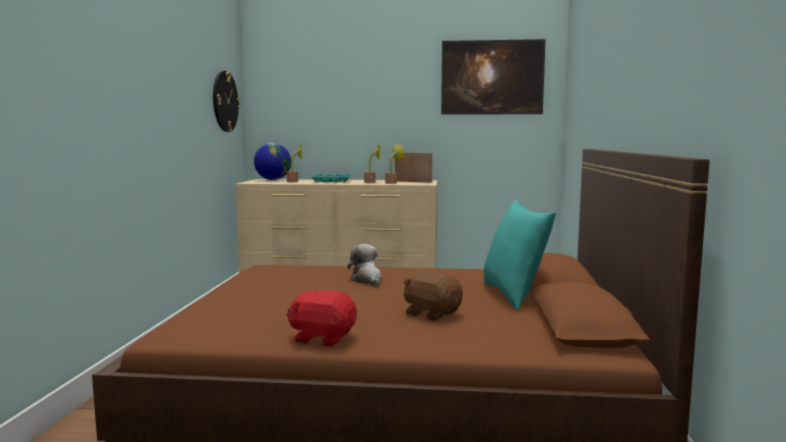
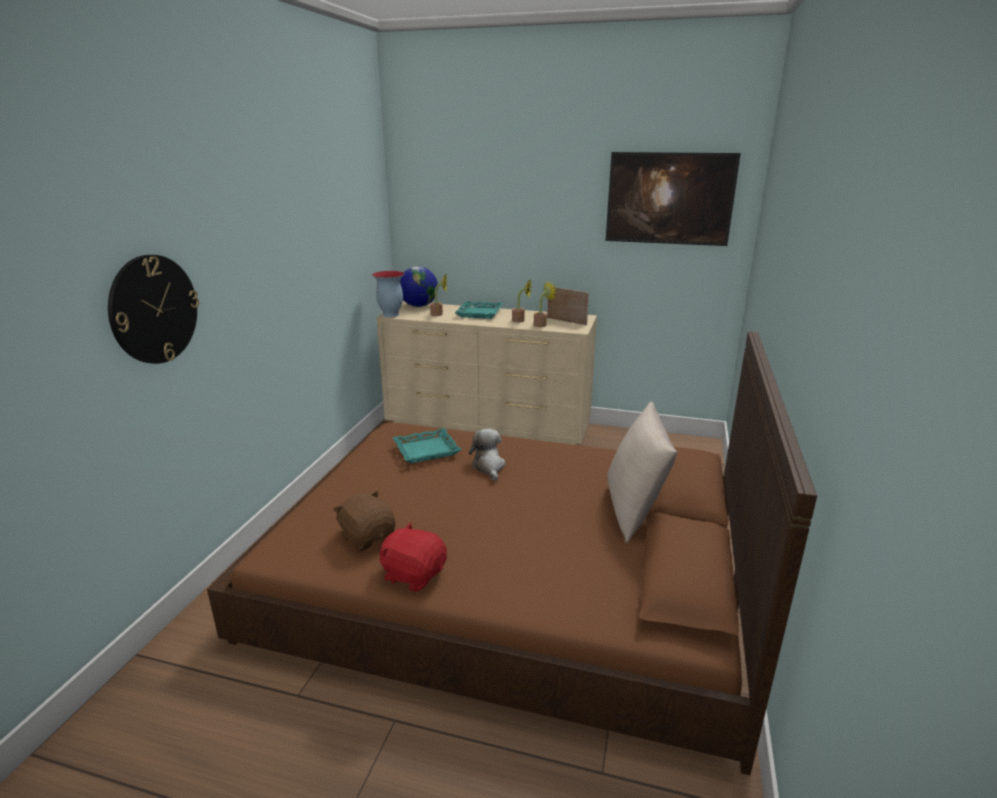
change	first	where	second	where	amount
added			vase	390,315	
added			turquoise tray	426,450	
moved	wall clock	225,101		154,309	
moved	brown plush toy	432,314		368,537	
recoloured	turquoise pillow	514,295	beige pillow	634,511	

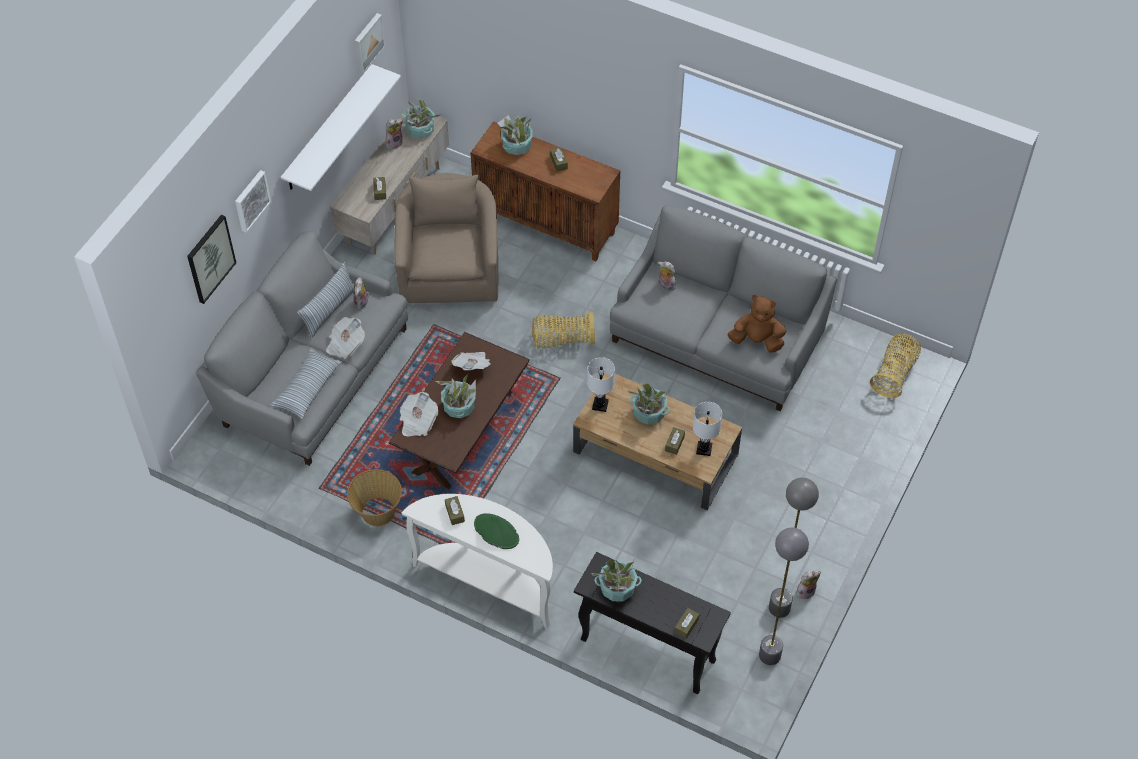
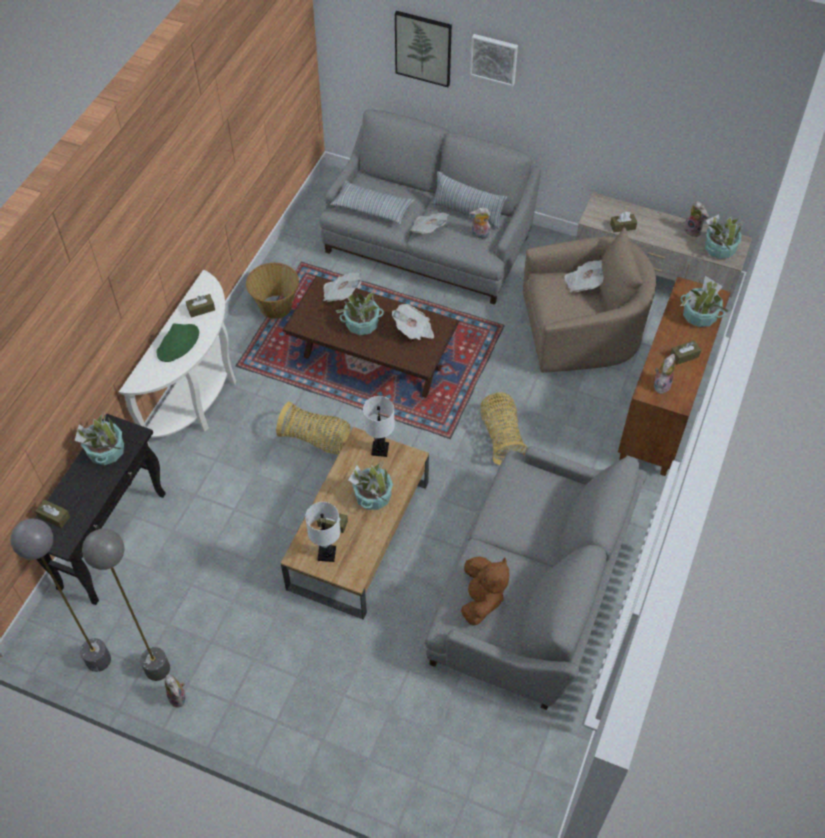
change	first	where	second	where	amount
removed	white shelf	328,129			
removed	picture	367,42			
added			newspaper	584,283	
moved	plush toy	665,286		661,384	
moved	basket	894,373		316,439	

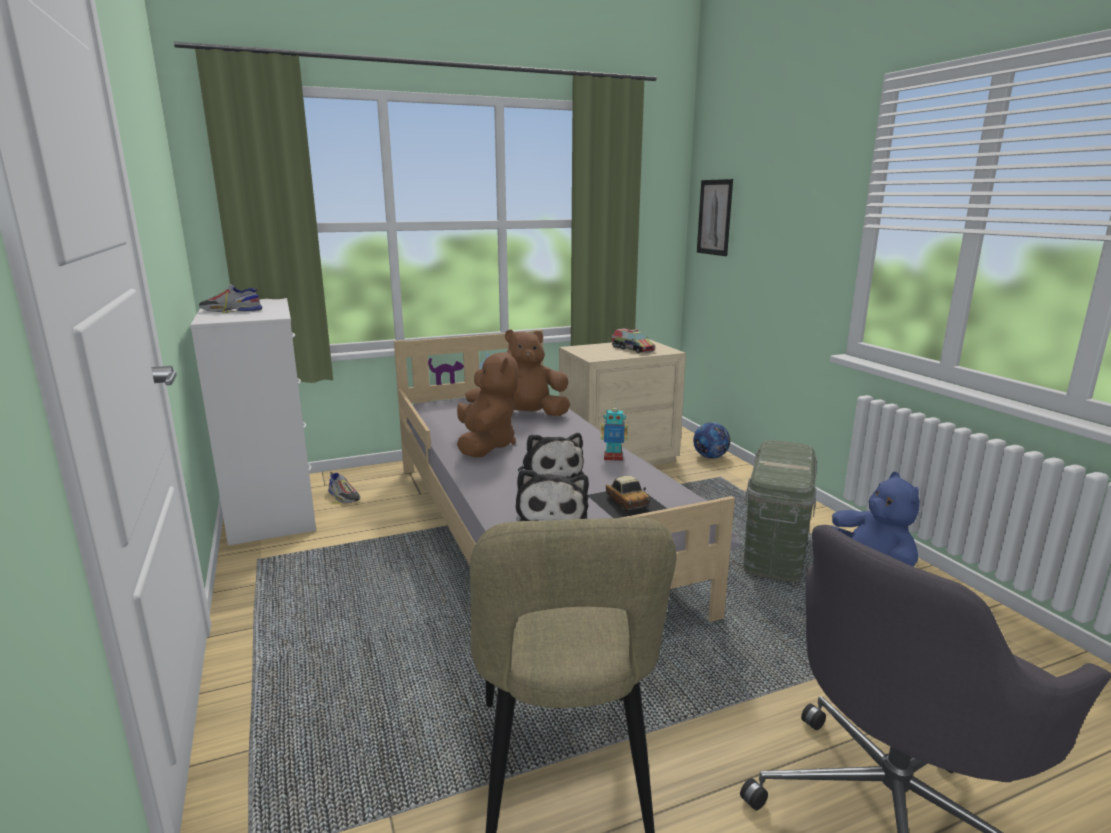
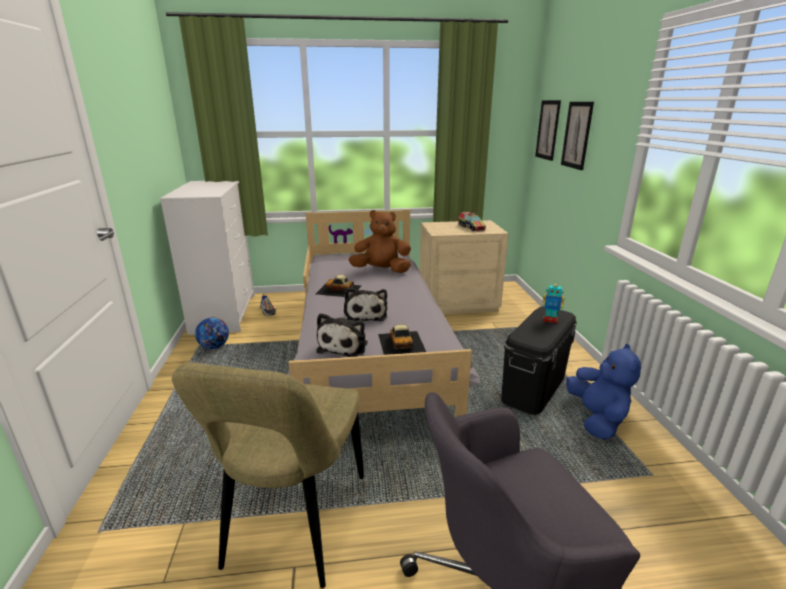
change	first	where	second	where	amount
removed	shoe	231,310			
added			picture	577,135	
moved	toy robot	613,457		550,320	
moved	football	710,457		214,346	
replaced	brown plush toy	486,445	toy car	339,289	
recoloured	green storage box	775,550	black storage box	534,388	

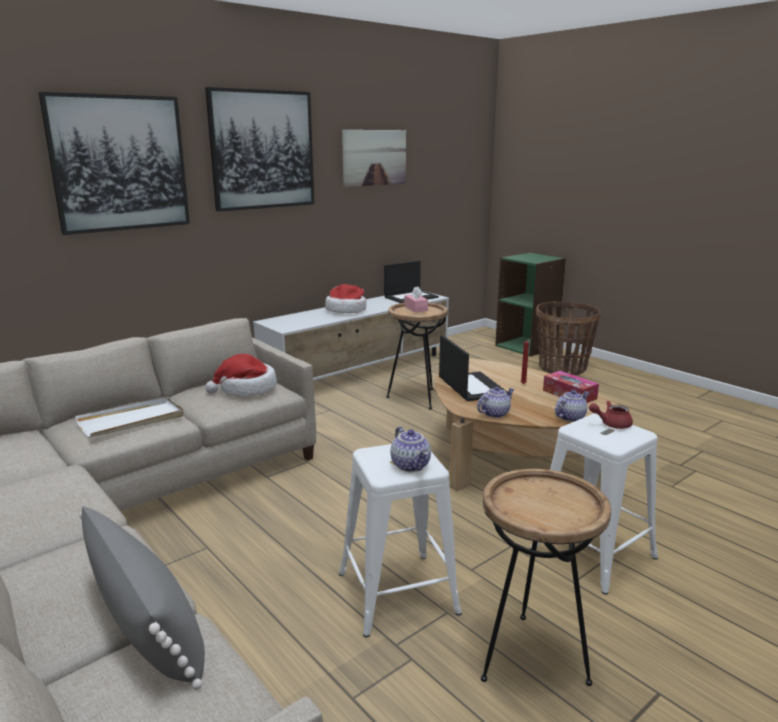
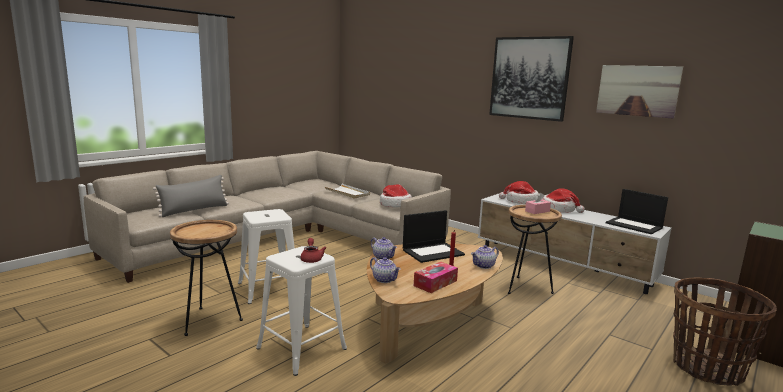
change	first	where	second	where	amount
removed	picture	119,163			
added			hat	520,201	
moved	teapot	411,466		484,266	

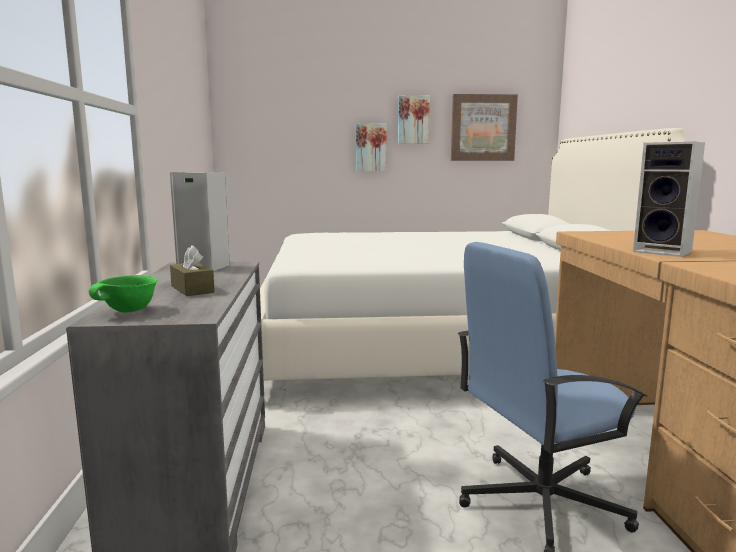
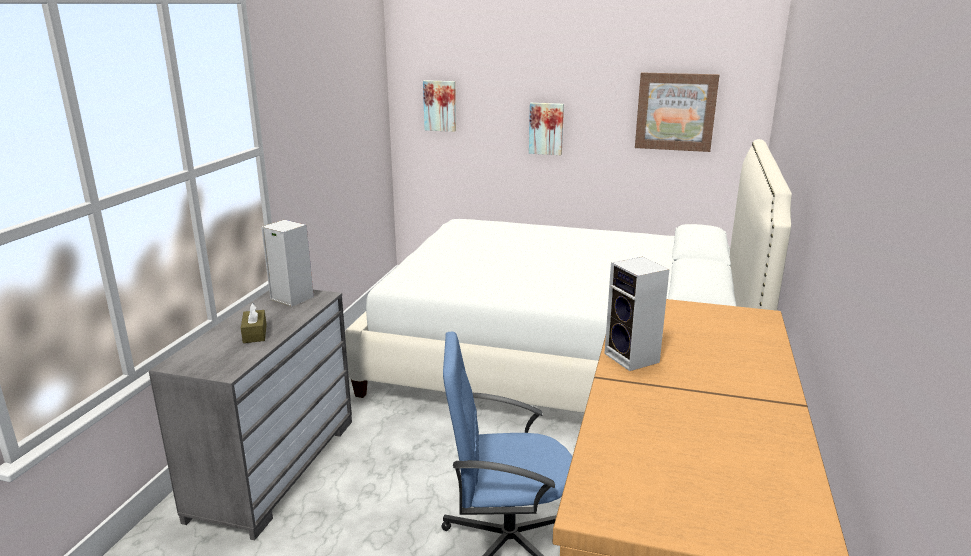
change	first	where	second	where	amount
removed	green bowl	128,311			
moved	picture	413,120		440,105	

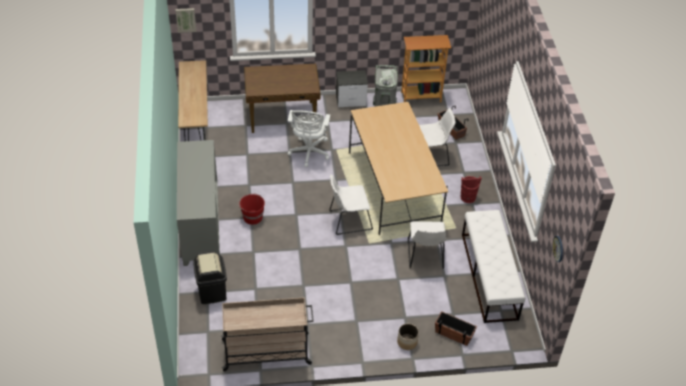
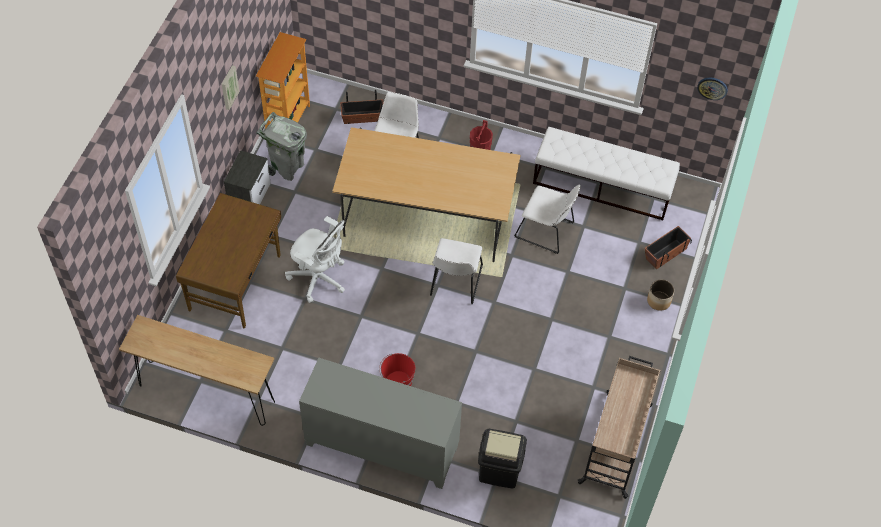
change	first	where	second	where	amount
moved	picture	186,19		228,87	

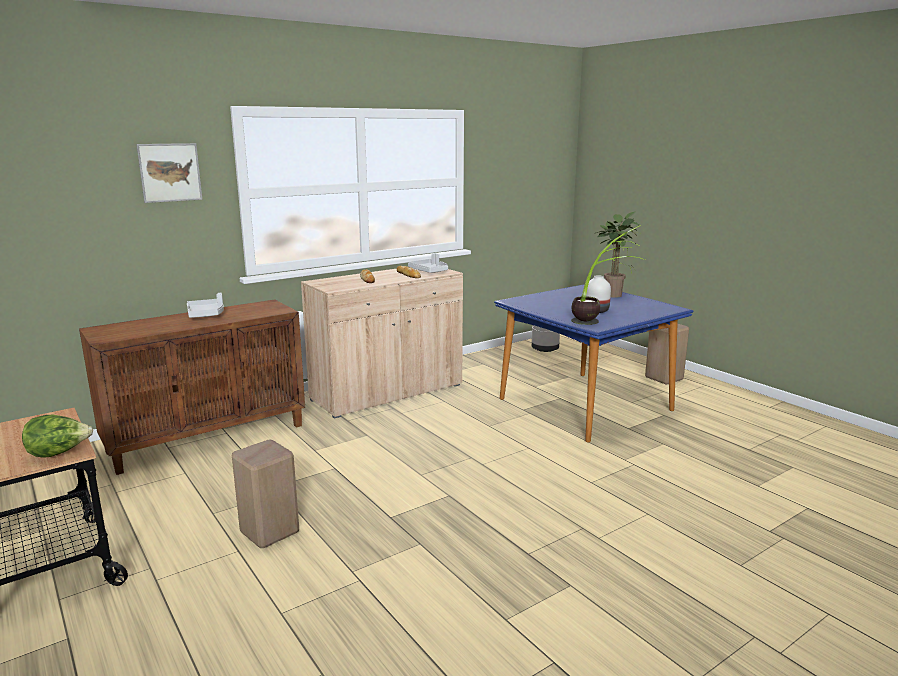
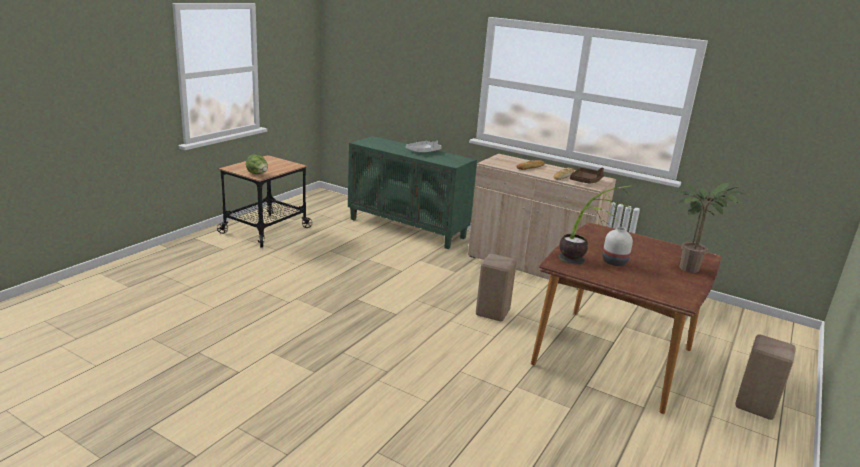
change	first	where	second	where	amount
removed	picture	170,172			
removed	grey planter	545,349			
moved	beige stool	267,532		492,312	
recoloured	brown cabinet	208,438	green cabinet	408,228	
recoloured	grey tray	429,271	brown tray	586,181	
recoloured	blue dining table	584,404	brown dining table	613,356	

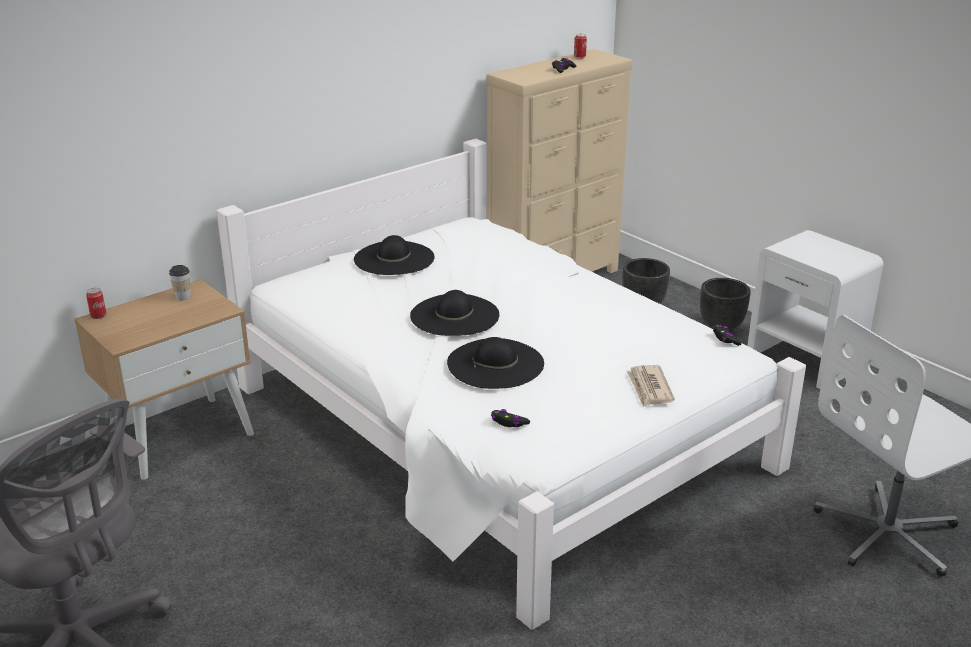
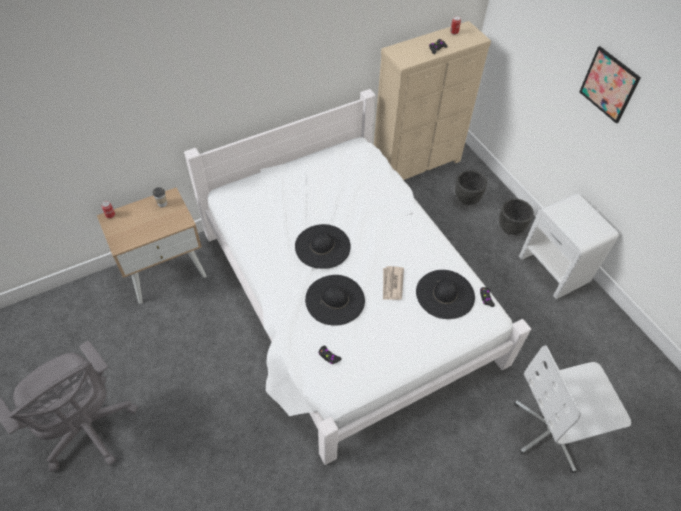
change	first	where	second	where	amount
added			picture	609,84	
moved	black hat	394,258		445,294	
moved	newspaper	649,388		392,284	

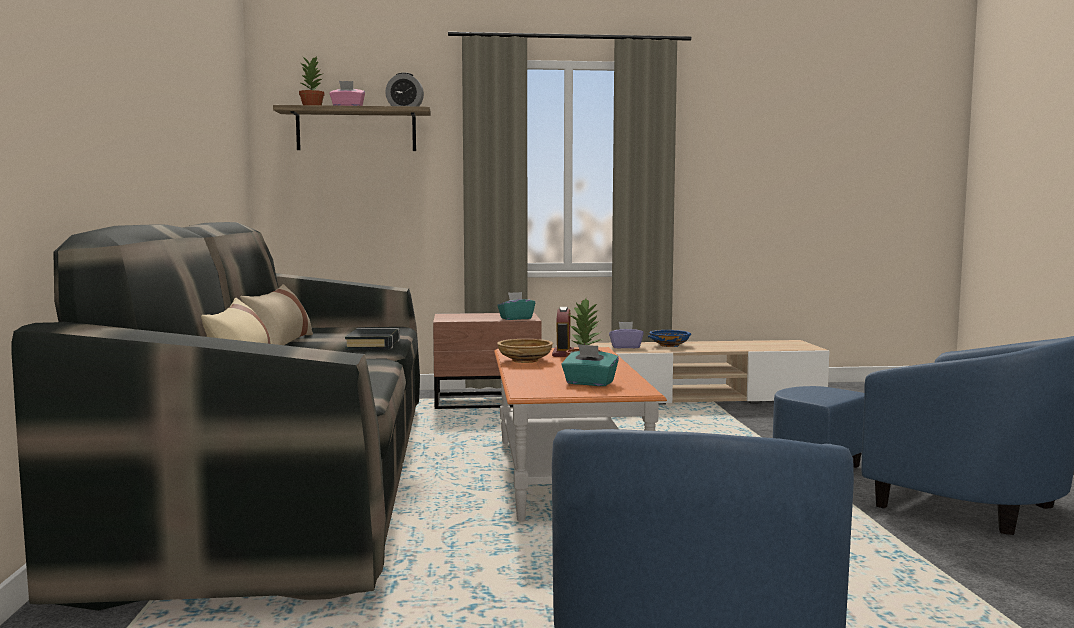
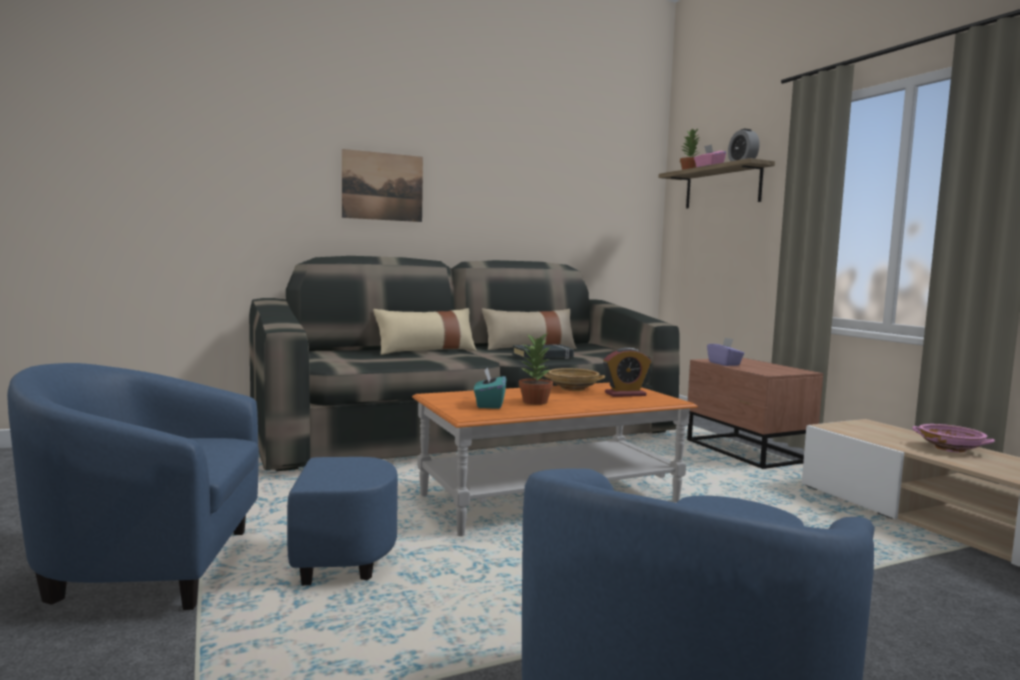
change	first	where	second	where	amount
removed	turquoise tissue box	516,318			
added			picture	382,186	
moved	purple tissue box	625,347		724,364	
recoloured	blue bowl	669,345	pink bowl	951,448	

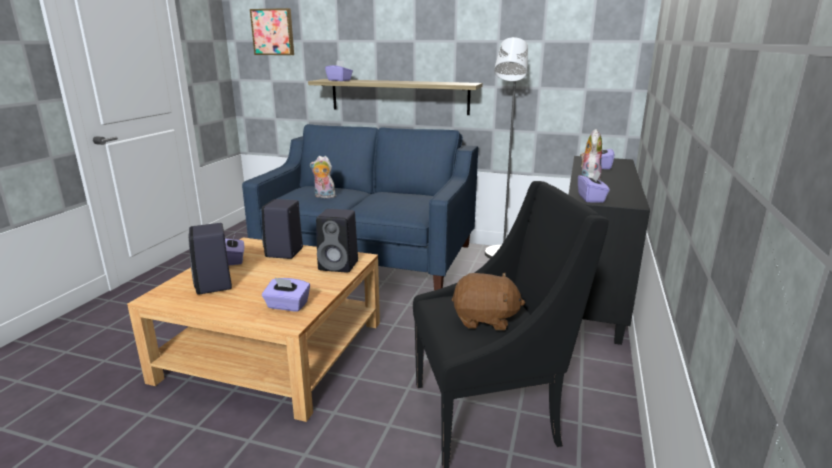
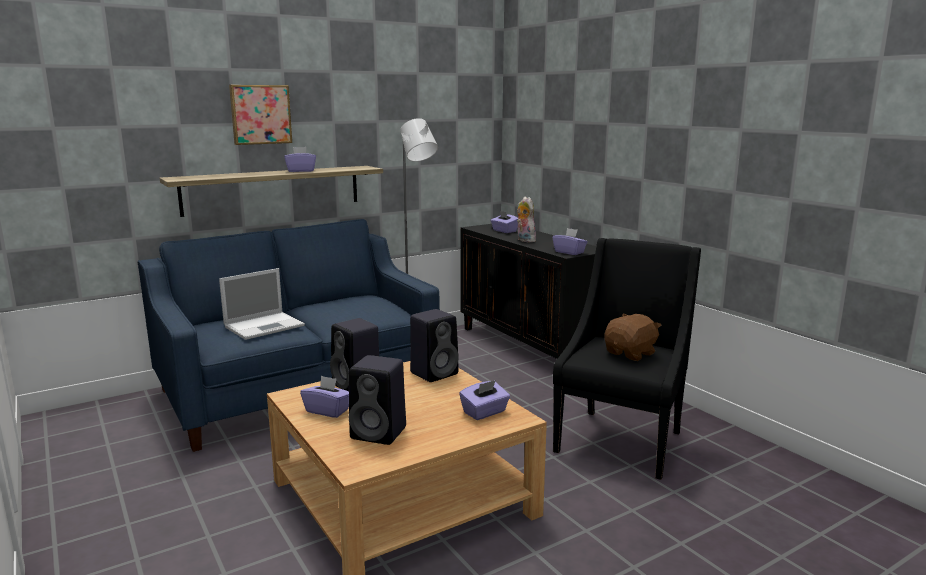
change	first	where	second	where	amount
moved	picture	273,32		260,114	
moved	purple tissue box	339,80		301,171	
replaced	plush toy	323,196	laptop	265,326	

